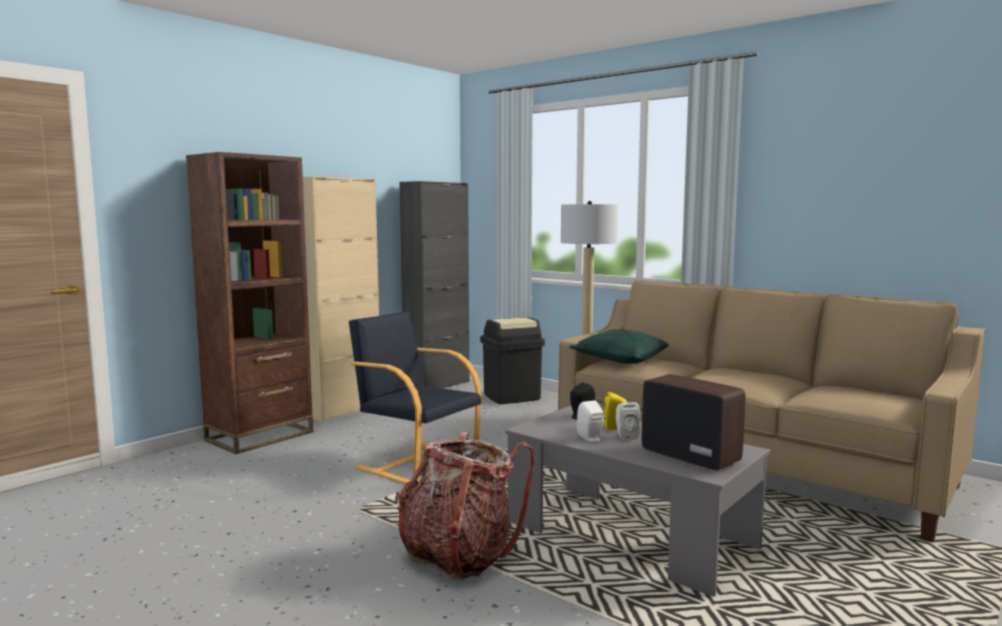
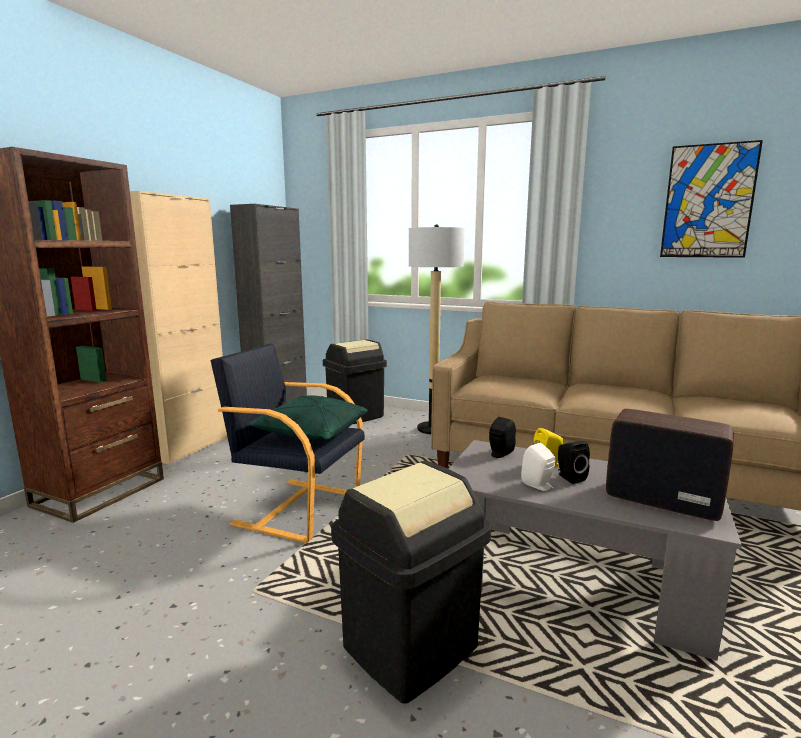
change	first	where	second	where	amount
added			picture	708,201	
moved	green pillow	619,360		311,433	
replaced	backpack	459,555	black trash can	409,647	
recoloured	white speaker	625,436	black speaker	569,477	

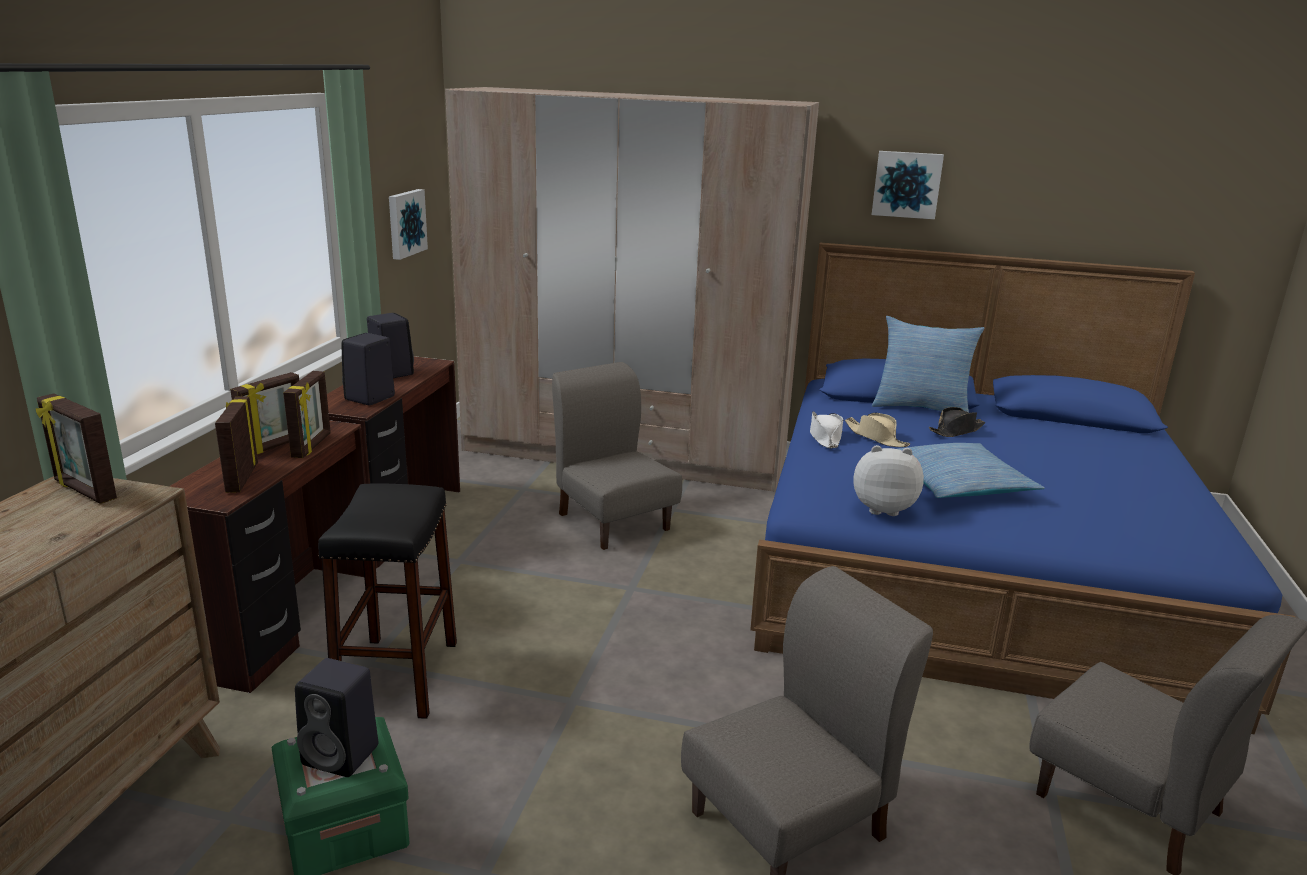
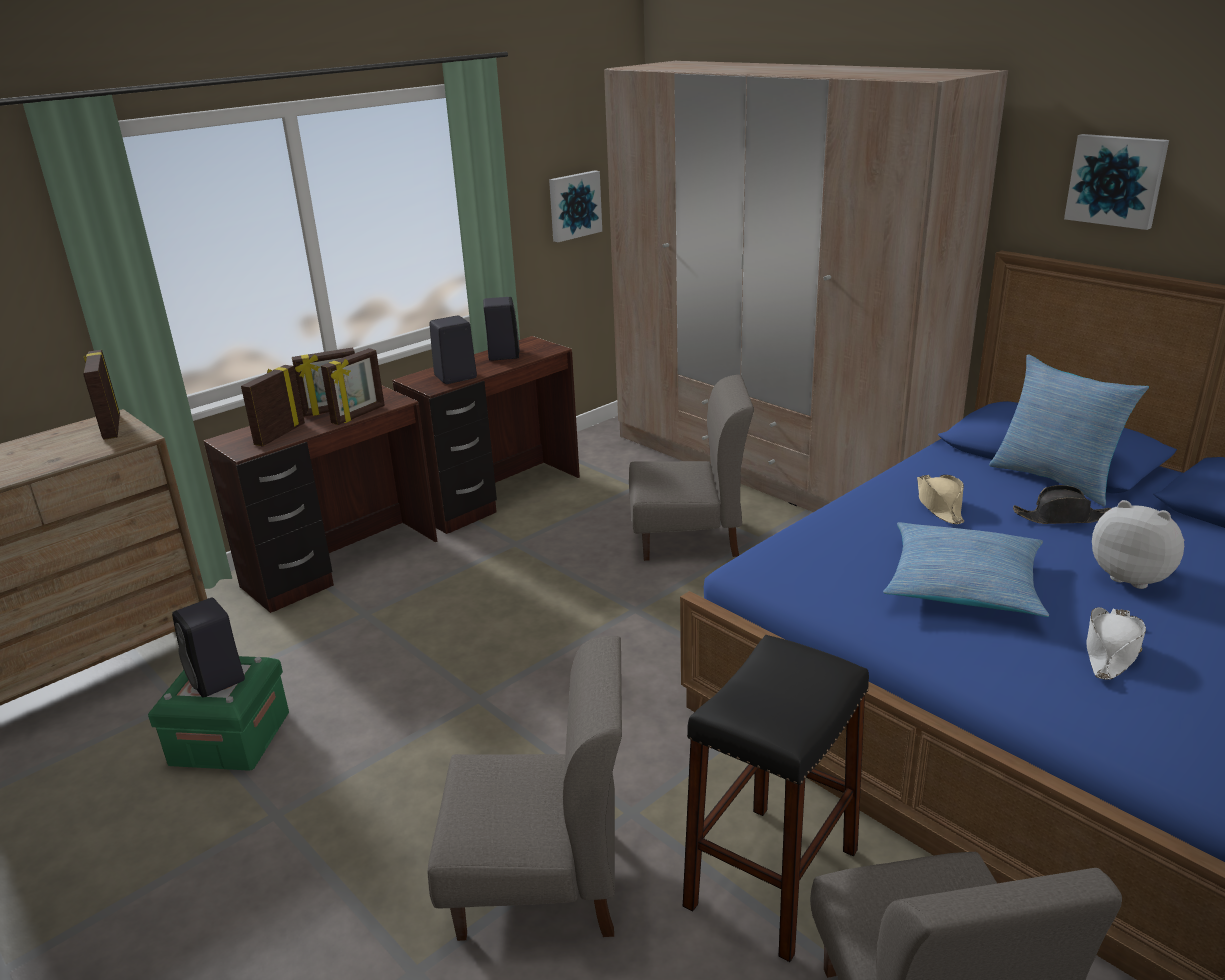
change	first	where	second	where	amount
moved	black stool	397,676		772,878	
moved	white hat	825,437		1111,651	
moved	plush toy	882,508		1132,577	
turned	grey chair	613,521		688,537	90 degrees clockwise

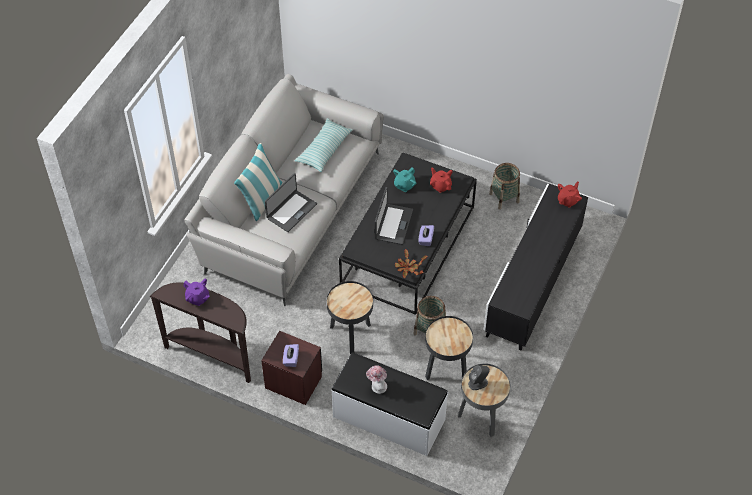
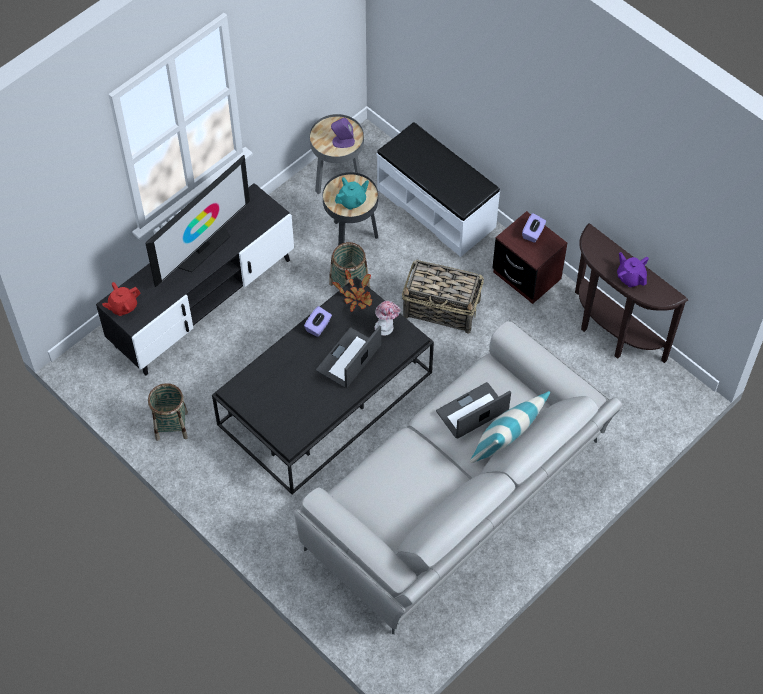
change	first	where	second	where	amount
removed	pillow	324,149			
removed	red teapot	440,186			
added			television	202,247	
moved	hat	377,387		386,327	
moved	turquoise teapot	404,185		352,201	
replaced	black side table	350,335	basket	442,309	
recoloured	grey speaker	478,383	purple speaker	343,141	

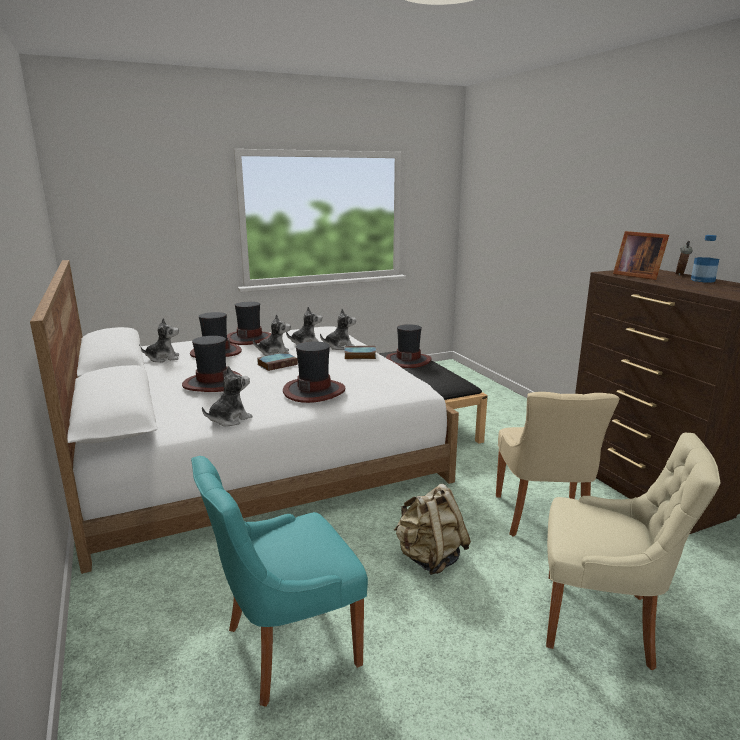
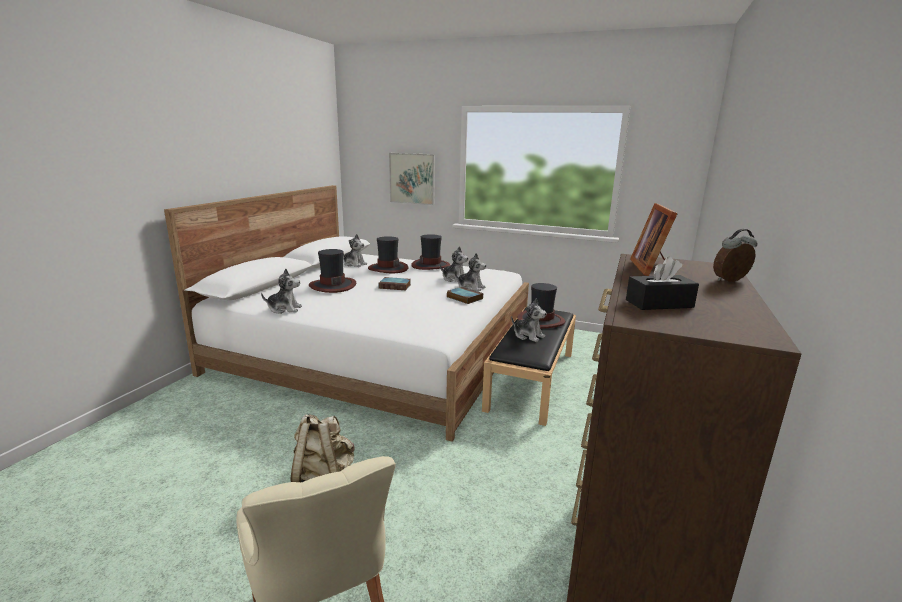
change	first	where	second	where	amount
removed	turquoise chair	287,647			
removed	hat	314,391			
removed	beige chair	543,518			
removed	bottle	702,280			
added			picture	412,178	
added			black tissue box	659,303	
moved	plush toy	274,353		528,336	

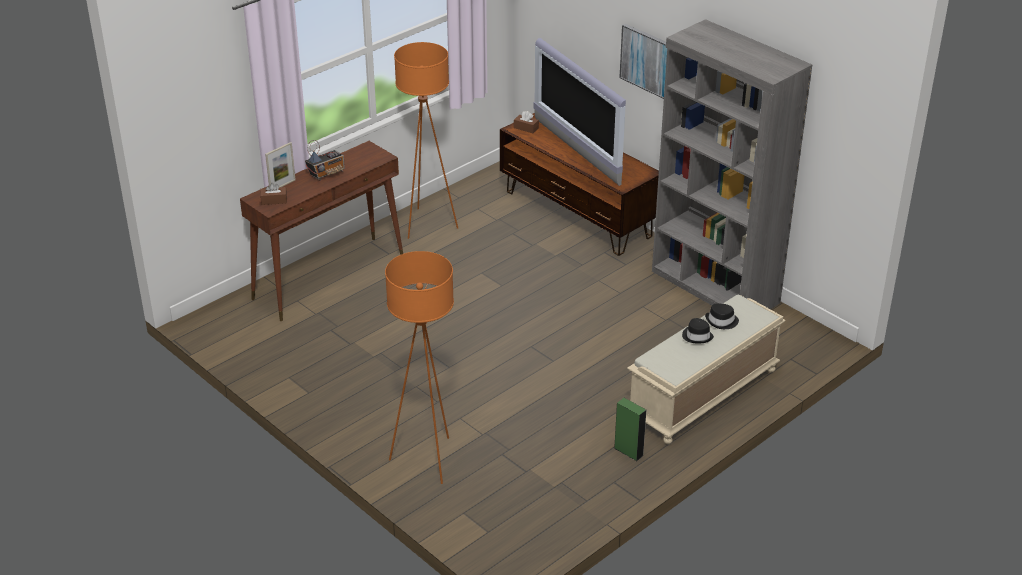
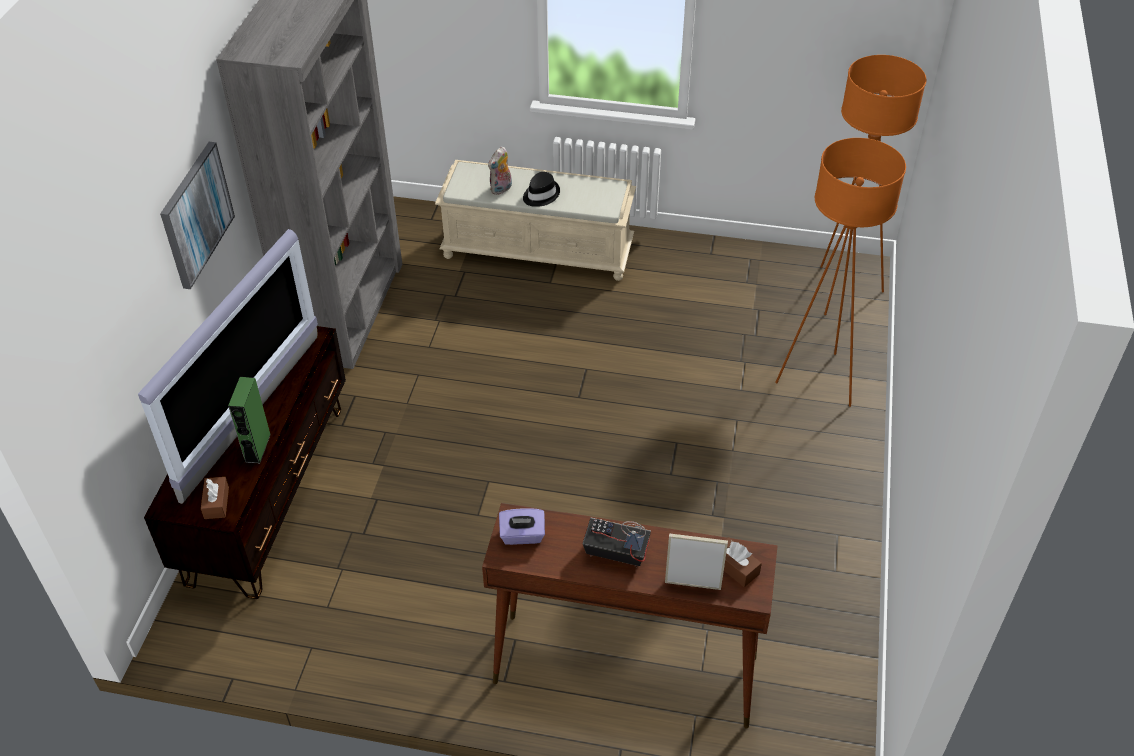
change	first	where	second	where	amount
added			purple tissue box	522,536	
moved	orange floor lamp	428,224		842,291	
moved	green speaker	628,451		257,447	
replaced	black hat	721,321	plush toy	501,189	

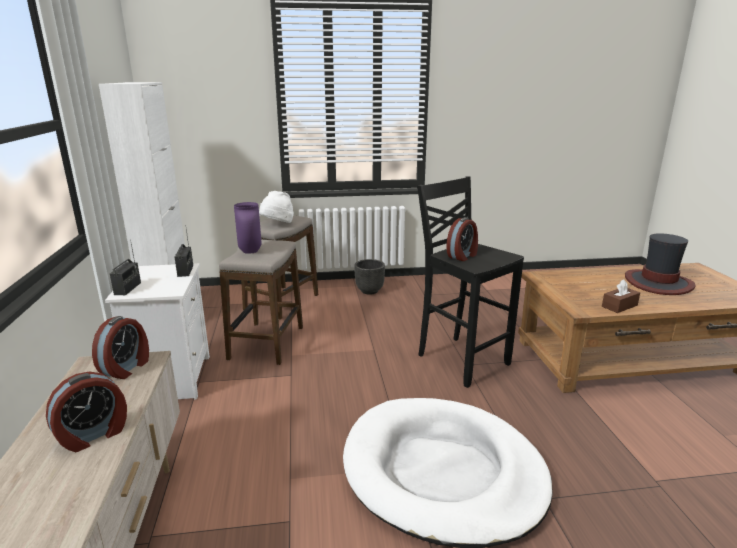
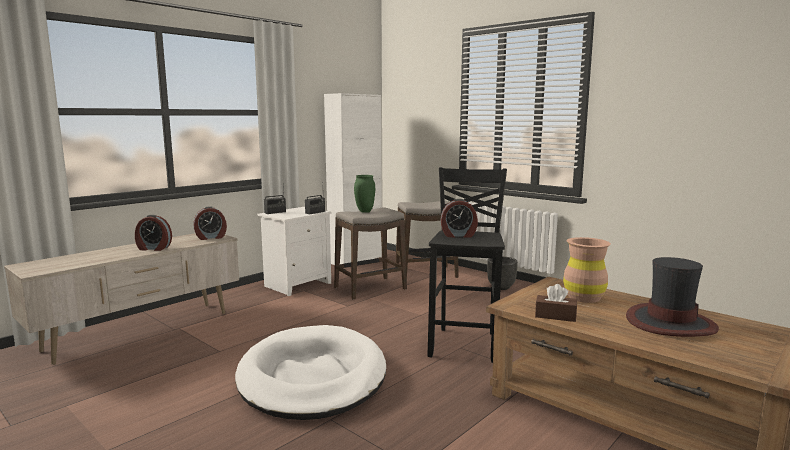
change	first	where	second	where	amount
removed	white hat	277,225			
added			brown vase	584,297	
recoloured	purple vase	251,251	green vase	365,211	

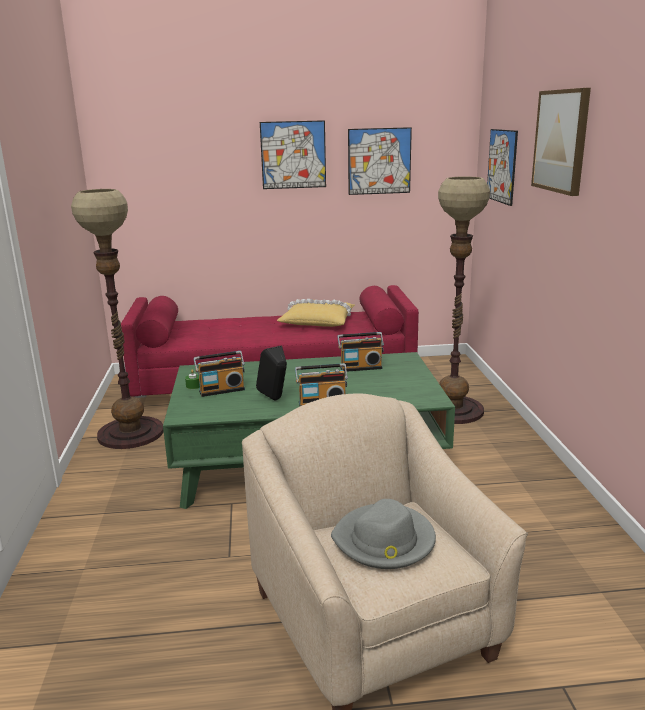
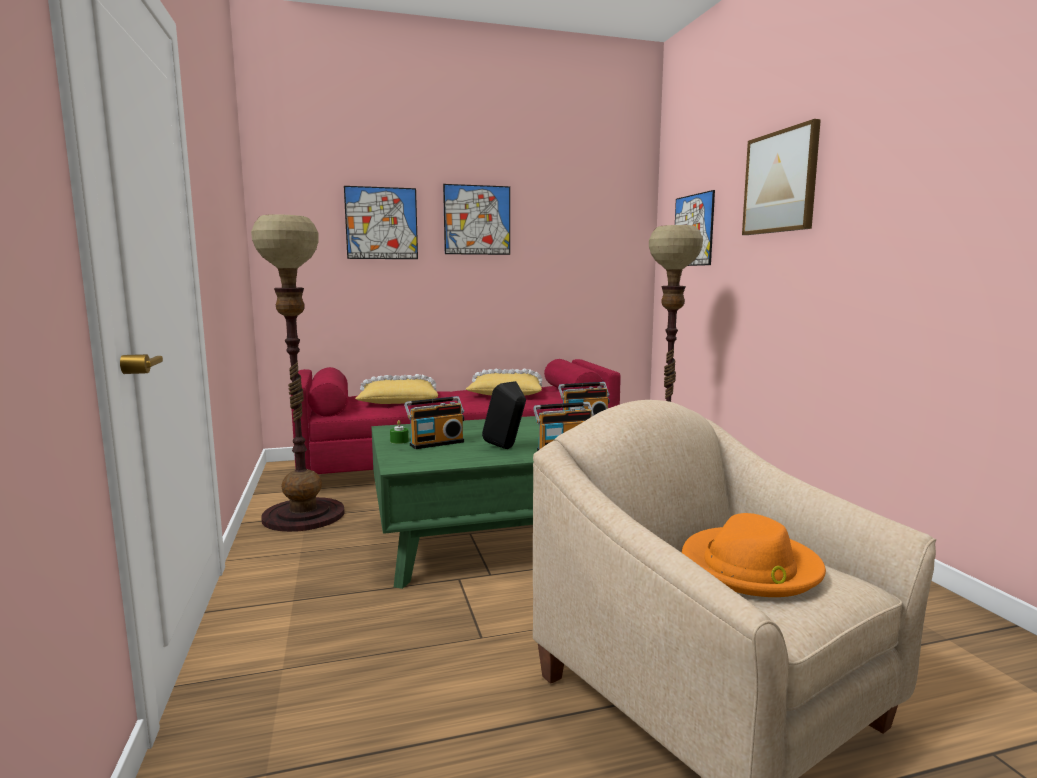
change	first	where	second	where	amount
added			yellow pillow	398,400	
moved	picture	379,161		381,223	
recoloured	grey hat	384,540	orange hat	750,567	

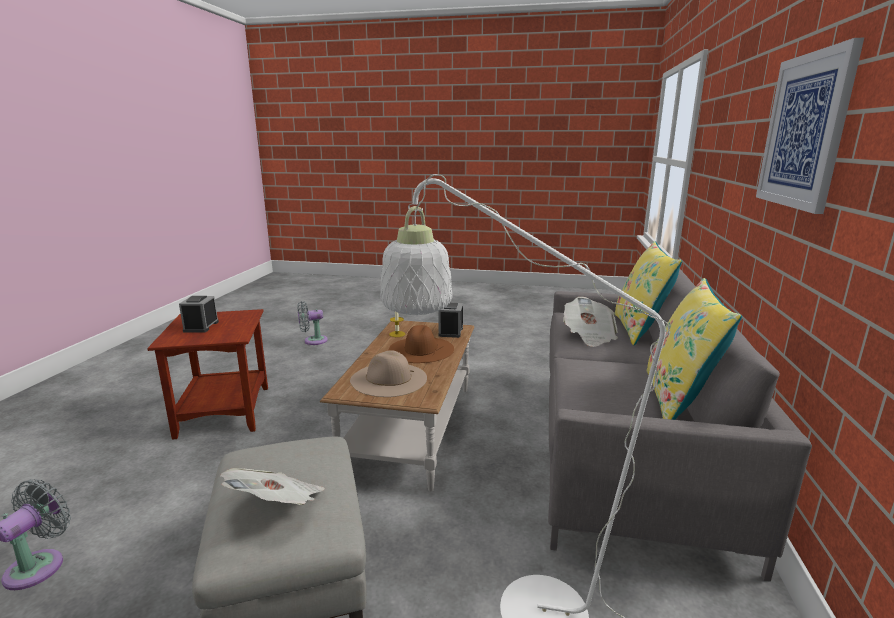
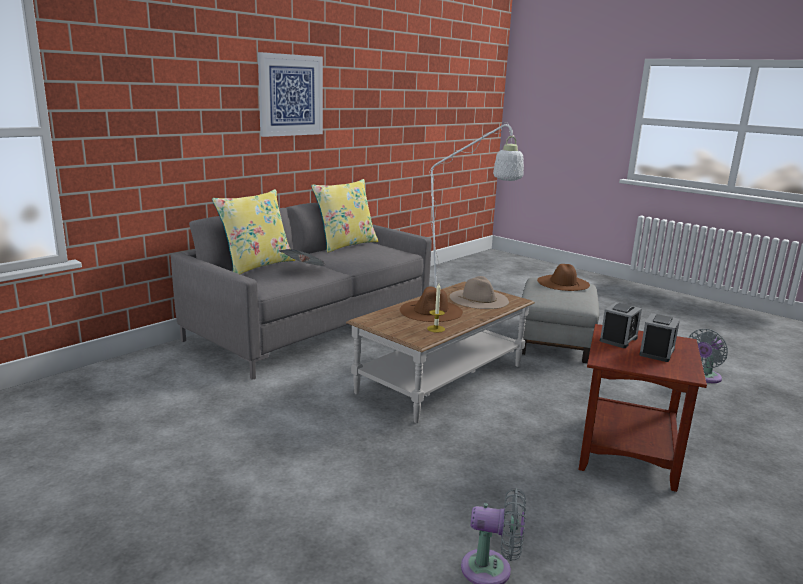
change	first	where	second	where	amount
moved	alarm clock	451,331		618,339	
replaced	newspaper	278,506	brown hat	563,283	

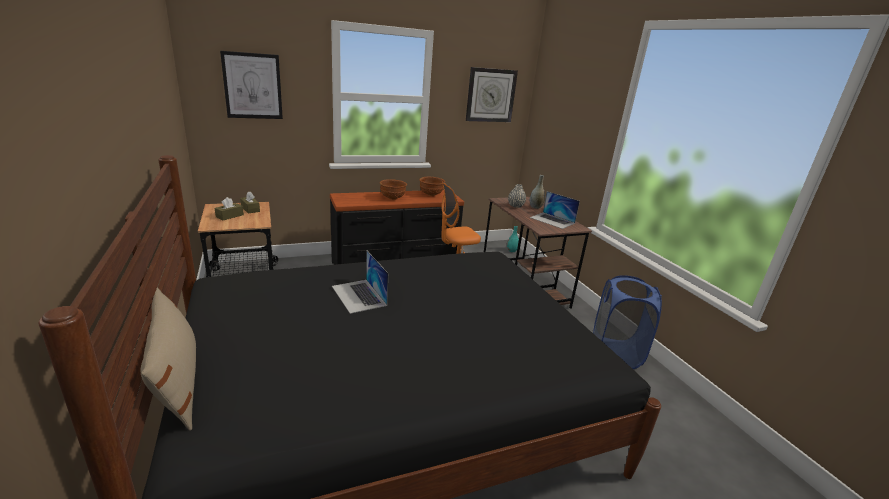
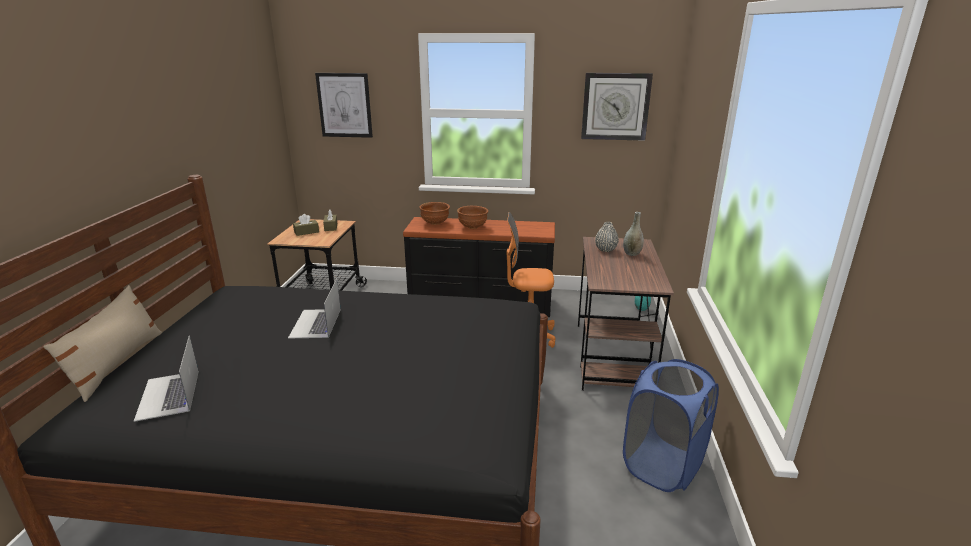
change	first	where	second	where	amount
moved	brown bowl	431,195		435,223	
moved	laptop	552,220		168,395	

